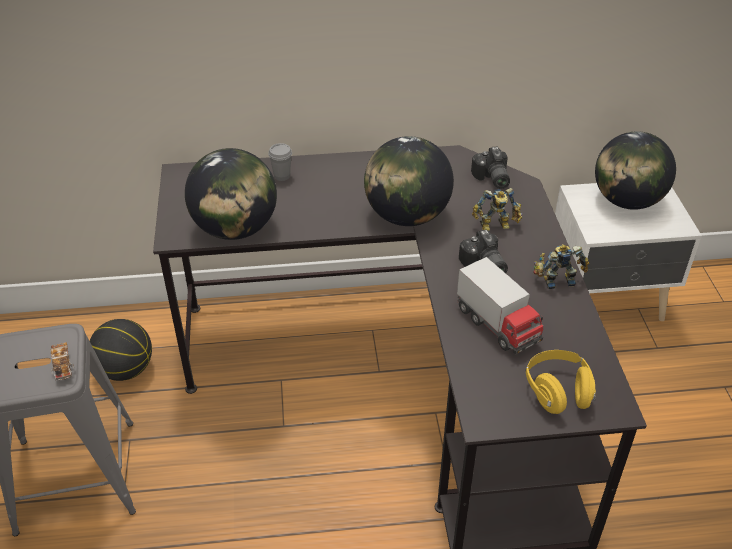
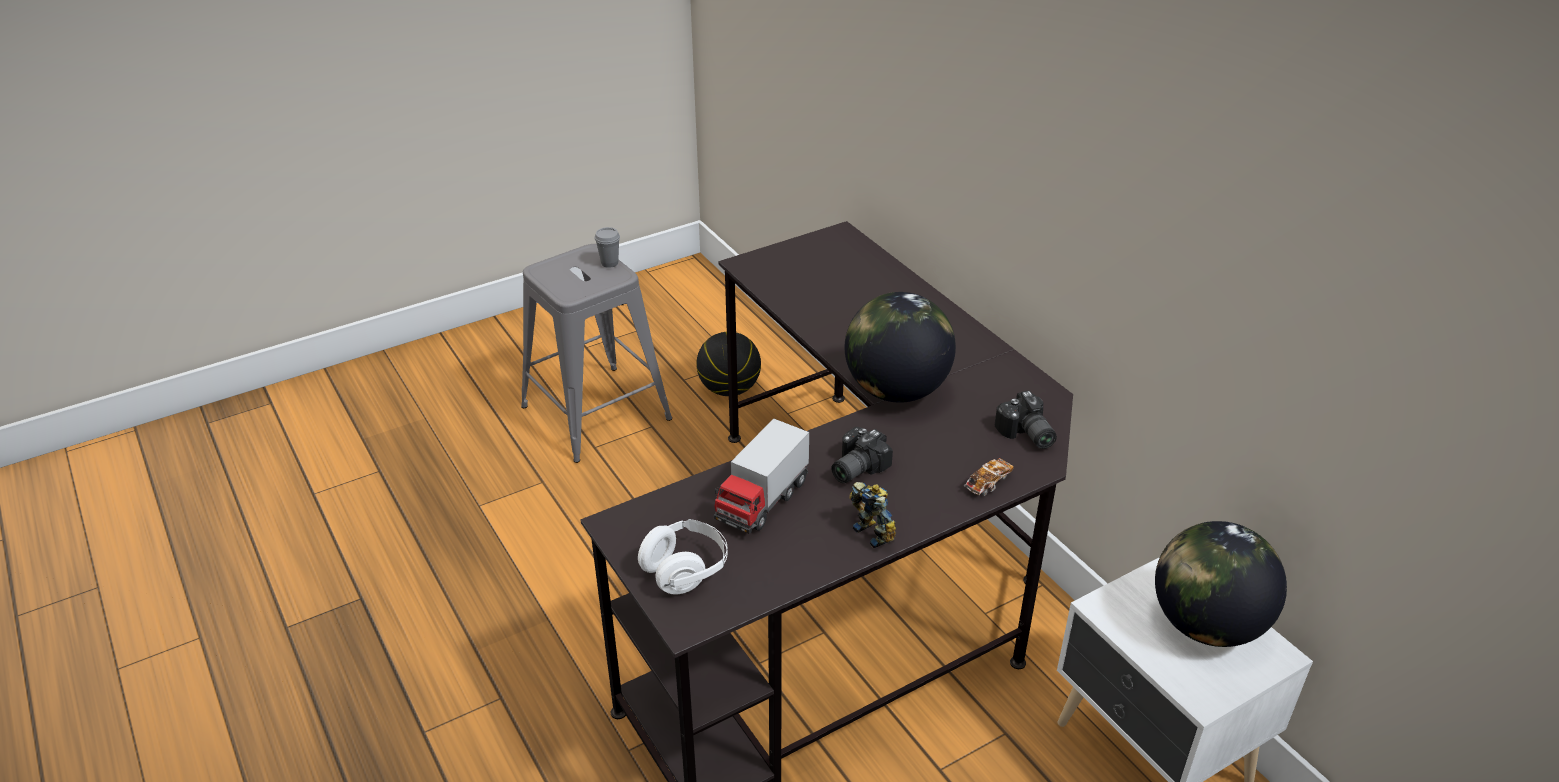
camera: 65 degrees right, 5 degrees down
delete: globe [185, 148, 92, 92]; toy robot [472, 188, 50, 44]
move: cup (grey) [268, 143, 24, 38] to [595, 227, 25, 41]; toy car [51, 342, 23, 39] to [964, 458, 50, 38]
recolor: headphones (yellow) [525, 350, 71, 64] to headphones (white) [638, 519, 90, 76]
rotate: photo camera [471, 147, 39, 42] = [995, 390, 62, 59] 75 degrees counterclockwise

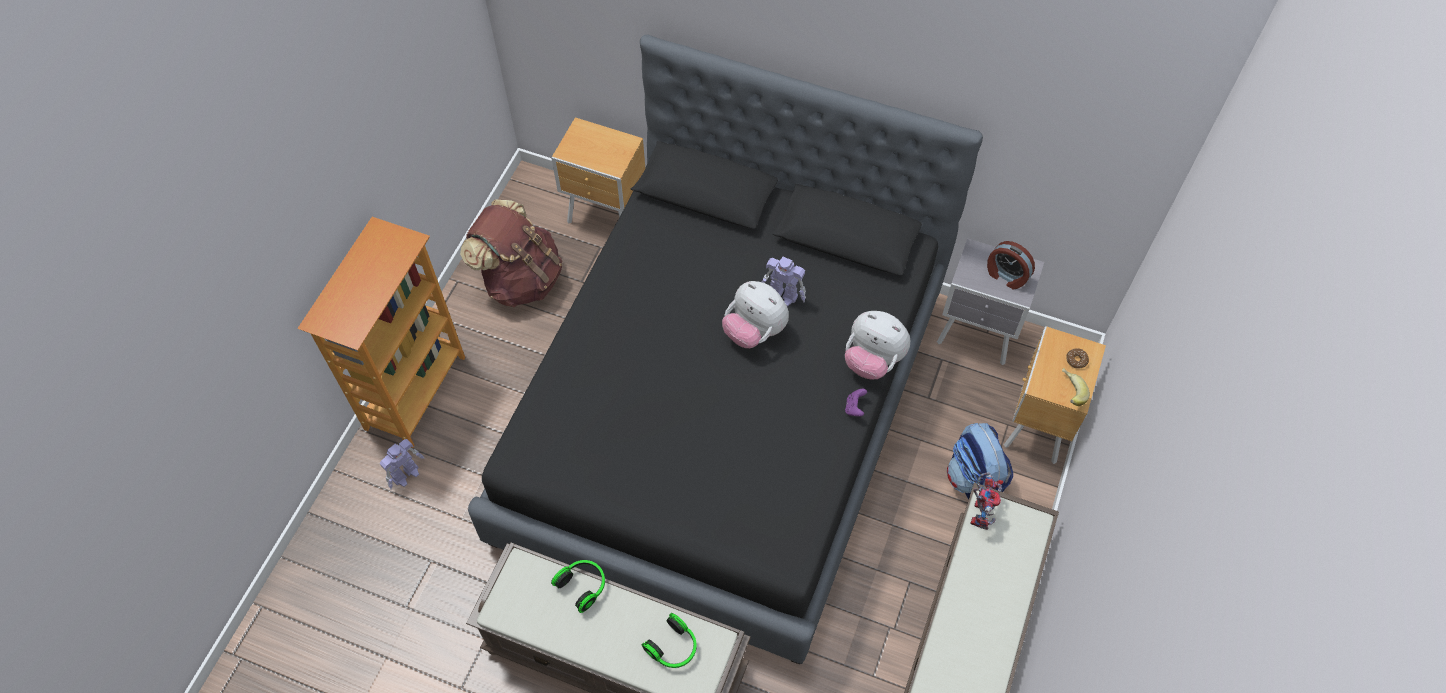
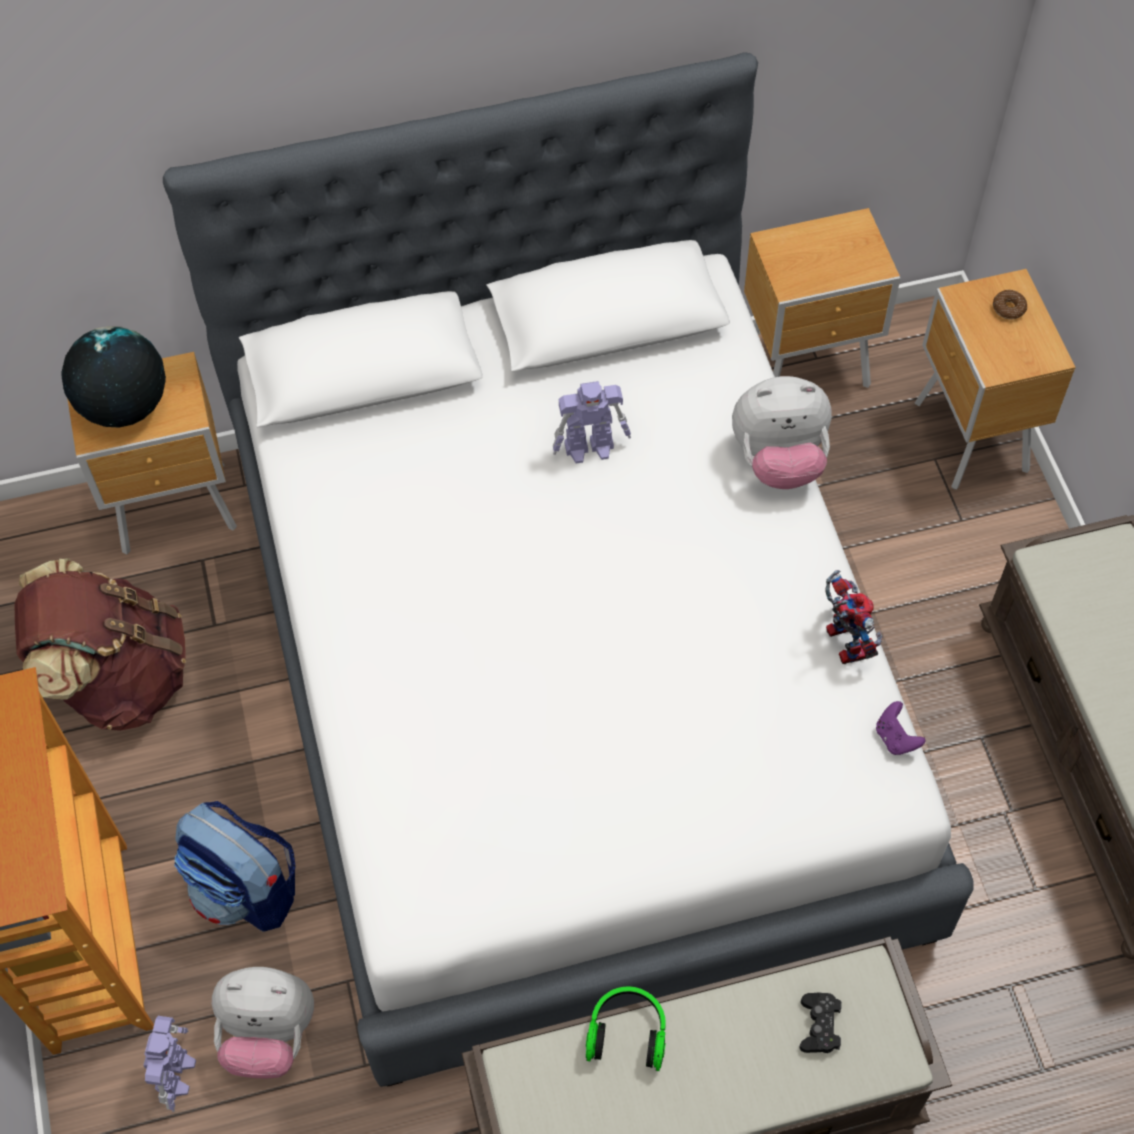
camera: 35 degrees left, 0 degrees up
delete: alarm clock [987, 241, 48, 48]; banana [1062, 368, 28, 38]
insert: globe [62, 326, 104, 101]
move: backpack [947, 423, 66, 77] to [174, 801, 122, 131]; plush toy [722, 281, 67, 67] to [212, 967, 102, 112]; toy robot [970, 472, 32, 58] to [825, 570, 58, 94]; game controller (purple) [845, 389, 22, 28] to [876, 701, 49, 54]
replace: headphones [642, 613, 55, 55] to game controller (black) [799, 992, 43, 61]
recolor: bed (black) [468, 34, 515, 631] to bed (white) [163, 52, 811, 1035]; nightstand (grey) [937, 238, 107, 127] to nightstand (brown) [744, 208, 157, 180]

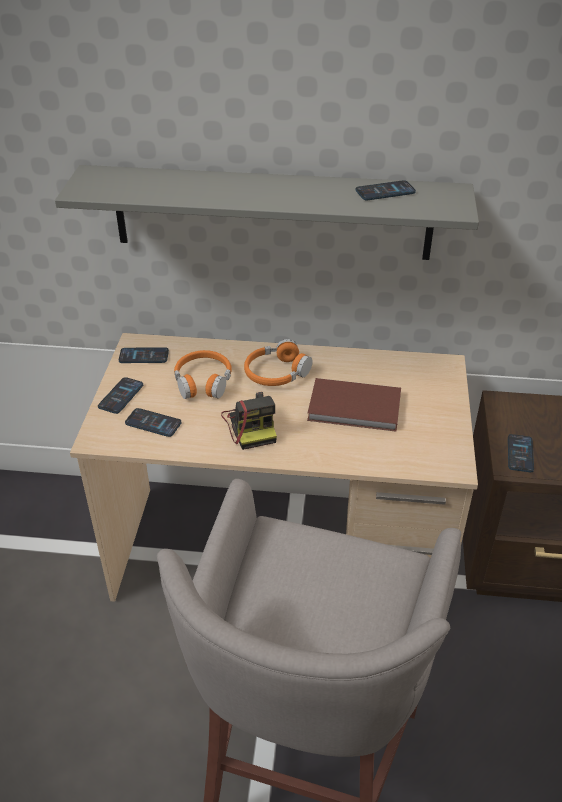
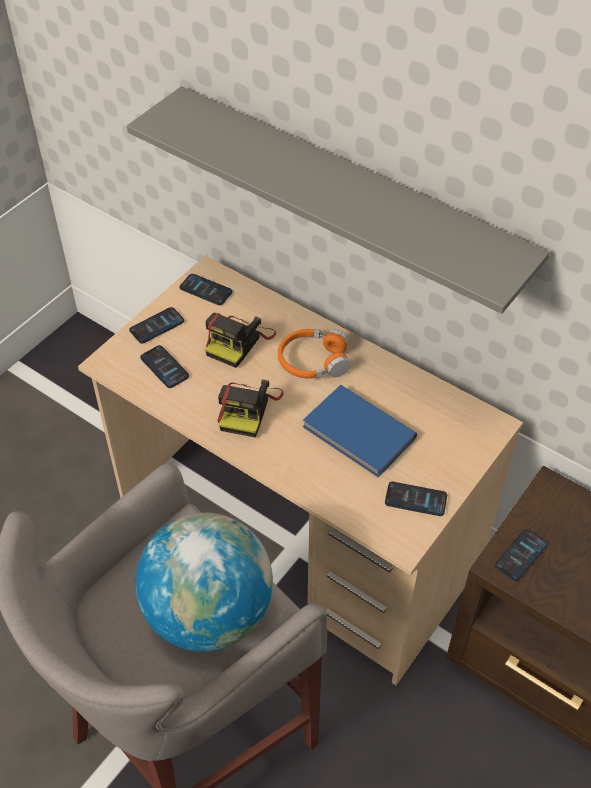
camera: 30 degrees right, 10 degrees up
insert: globe [136, 513, 137, 139]
move: phone [355, 180, 61, 20] to [385, 482, 62, 34]
replace: headphones (orange) [174, 350, 58, 49] to photo camera [205, 313, 71, 55]
recolor: book (brown) [307, 378, 94, 54] to book (blue) [303, 385, 114, 93]

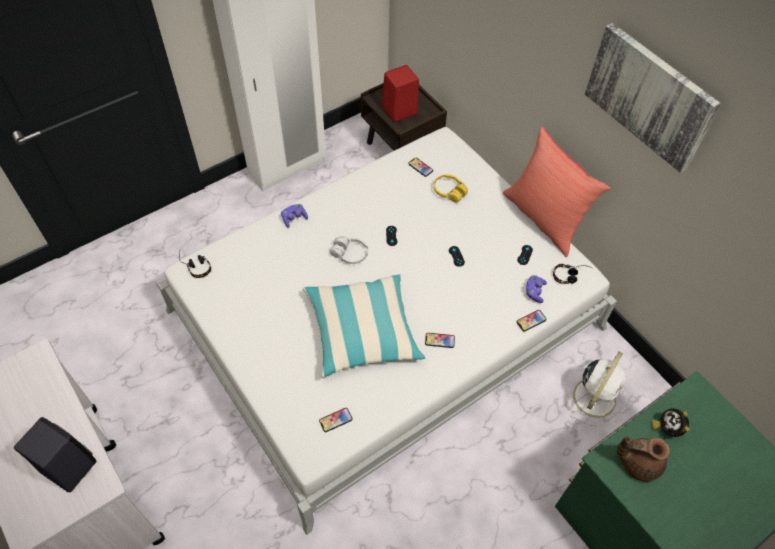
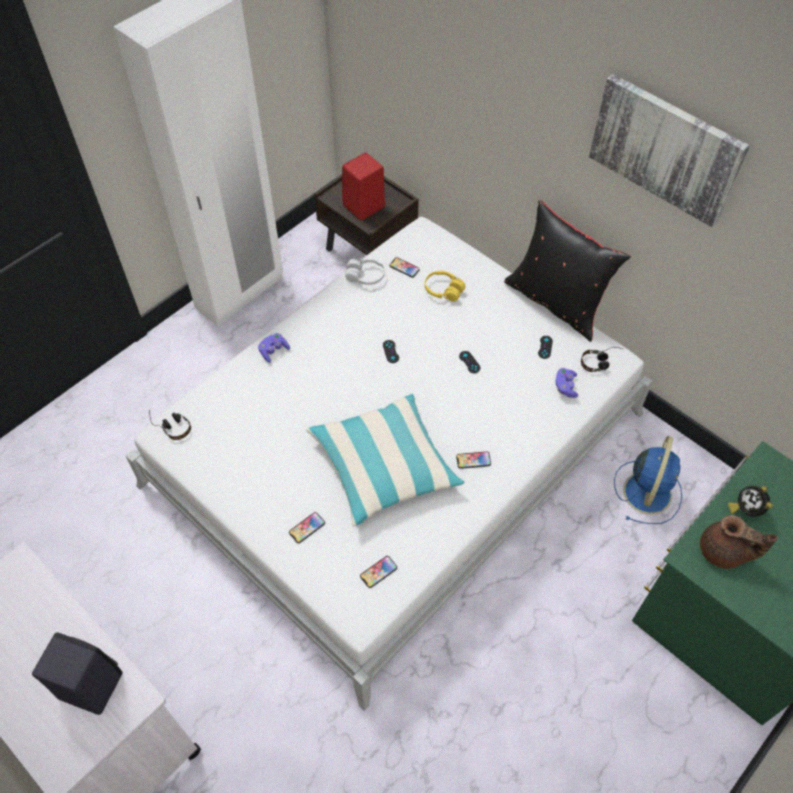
camera: 10 degrees left, 0 degrees up
move: phone [517, 310, 30, 21] to [289, 512, 36, 31]; headphones (white) [330, 236, 38, 28] to [345, 258, 40, 27]
recolor: pillow (red) [503, 127, 107, 130] to pillow (black) [504, 200, 127, 142]; fan (white) [566, 351, 60, 76] to fan (blue) [614, 436, 68, 88]
rotate: teapot (brown) [617, 436, 53, 46] = [700, 515, 78, 54] 150 degrees counterclockwise

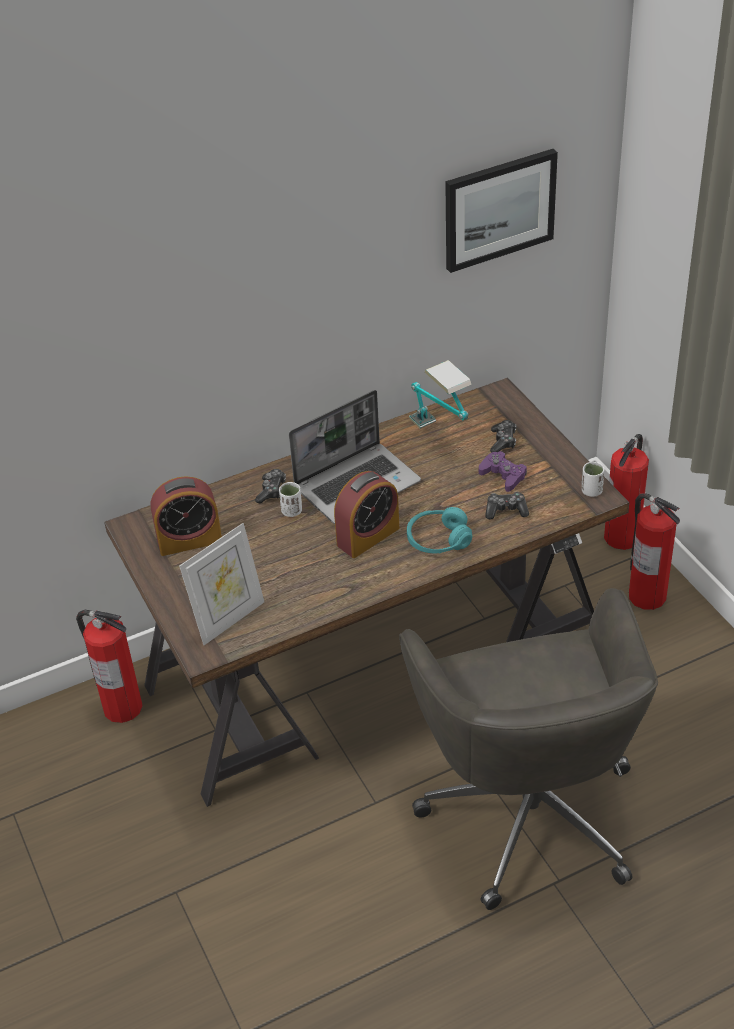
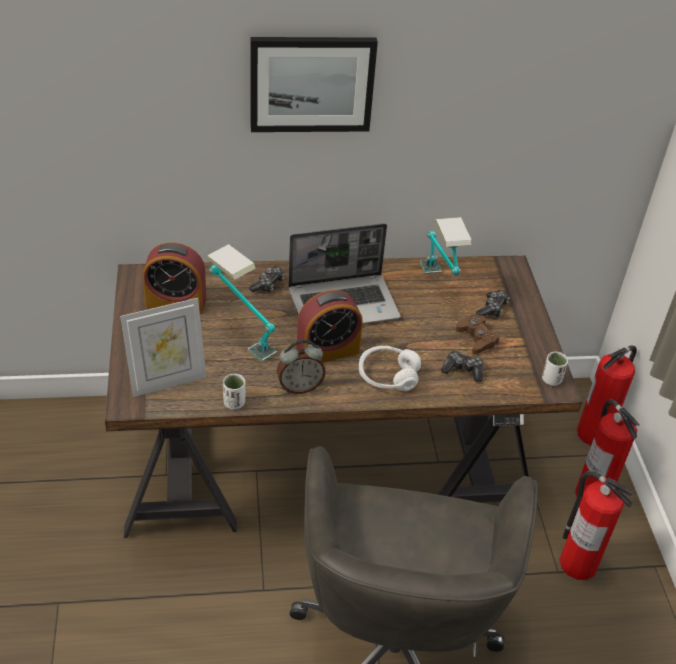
camera: 15 degrees right, 0 degrees up
insert: table lamp [206, 244, 71, 118]; alarm clock [277, 340, 49, 54]
move: cup (white) [279, 482, 23, 35] to [223, 374, 22, 35]; picture [445, 149, 113, 124] to [251, 37, 127, 95]; fire extinguisher [76, 610, 67, 113] to [560, 471, 74, 109]
recolor: headphones (turquoise) [407, 507, 65, 47] to headphones (white) [359, 346, 62, 45]; game controller (purple) [479, 451, 48, 41] to game controller (brown) [456, 314, 44, 40]

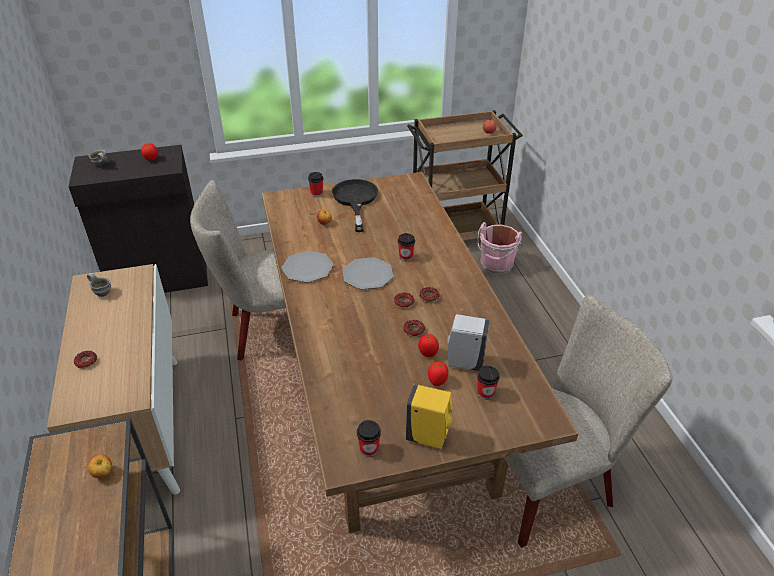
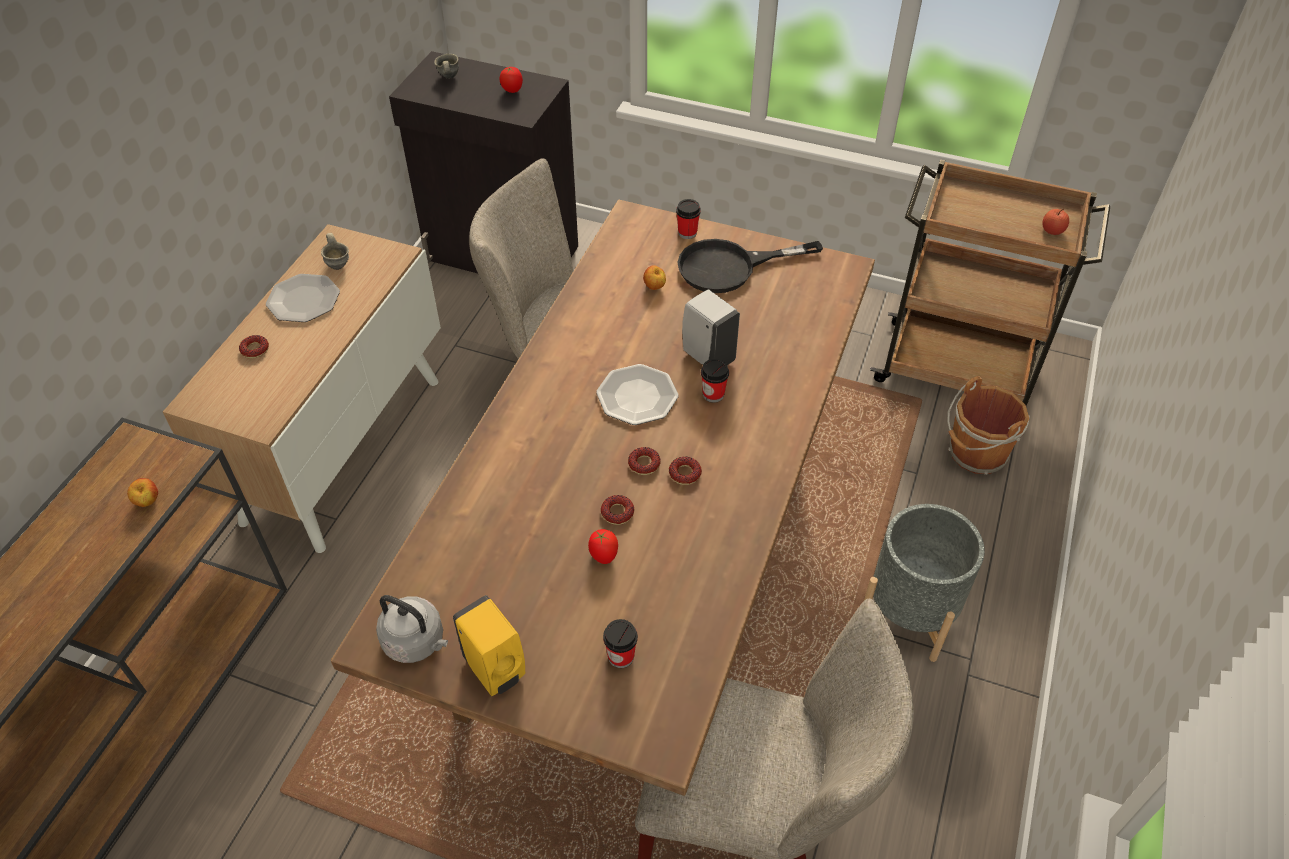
camera: 35 degrees right, 10 degrees up
delete: tomato [428, 361, 20, 25]
insert: planter (grey) [864, 504, 121, 158]
move: plate [281, 251, 52, 32] to [266, 274, 74, 48]; soap dispenser (white) [447, 314, 42, 57] to [682, 289, 58, 76]
replace: cup [357, 420, 24, 37] to kettle (grey) [376, 595, 72, 68]
recolor: bucket (pink) [477, 222, 45, 52] to bucket (brown) [947, 376, 83, 99]
rotate: frying pan (black) [332, 179, 46, 53] = [677, 239, 146, 54] 135 degrees counterclockwise

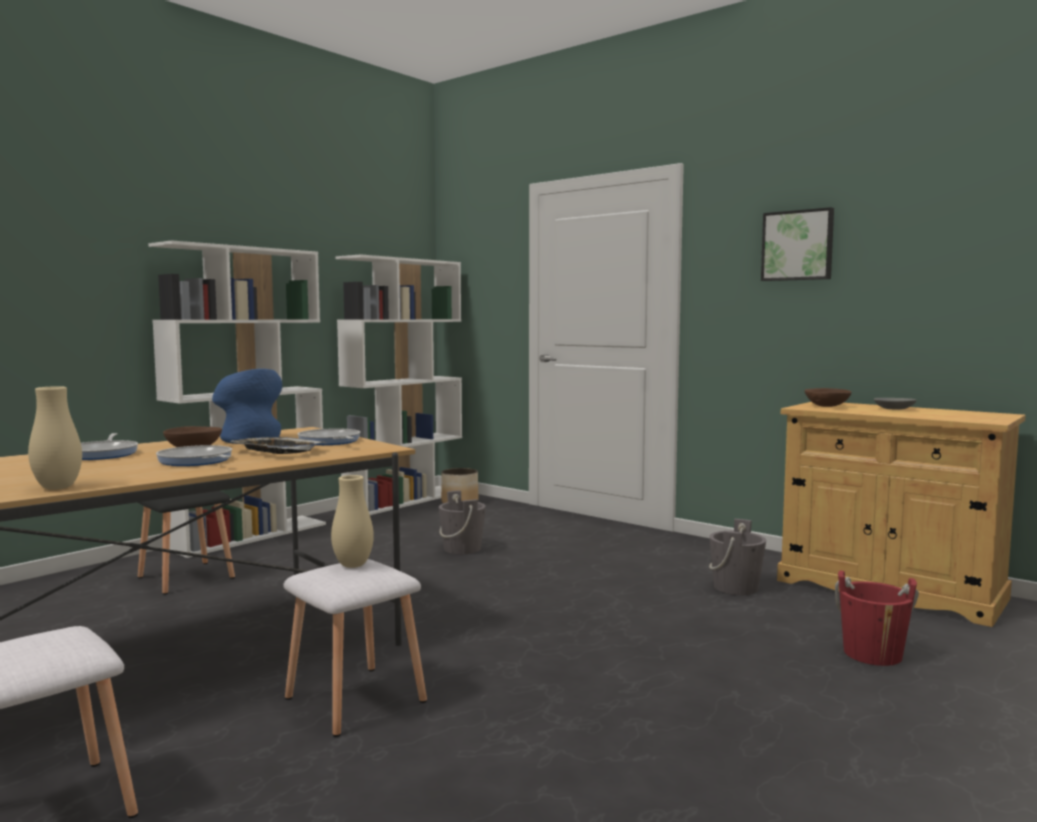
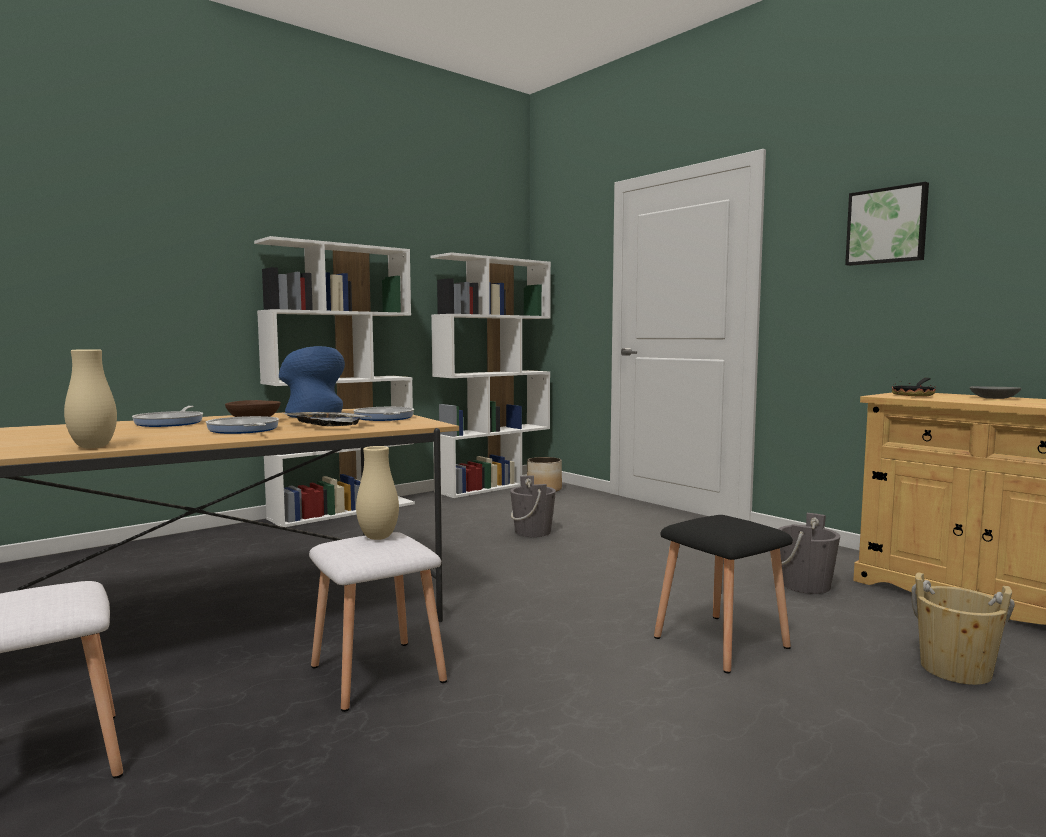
camera: 10 degrees right, 0 degrees up
move: stool (black) [137, 491, 98, 104] to [654, 515, 139, 158]
replace: bowl (brown) [804, 388, 47, 19] to frying pan [892, 377, 44, 20]
recolor: bucket (red) [835, 570, 84, 96] to bucket (beige) [911, 572, 104, 113]

